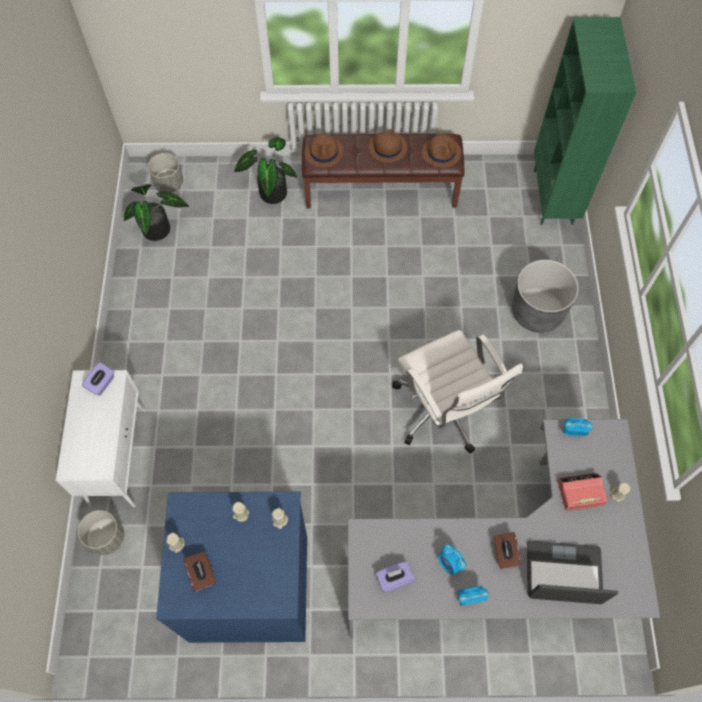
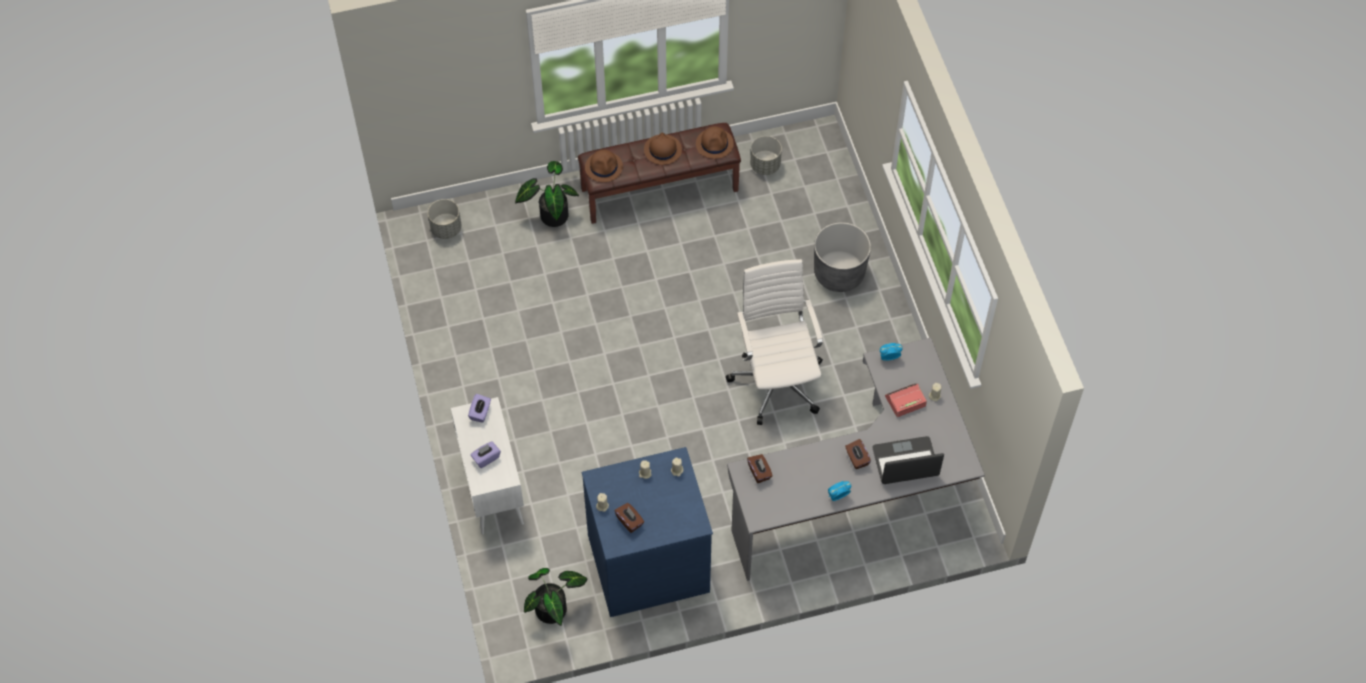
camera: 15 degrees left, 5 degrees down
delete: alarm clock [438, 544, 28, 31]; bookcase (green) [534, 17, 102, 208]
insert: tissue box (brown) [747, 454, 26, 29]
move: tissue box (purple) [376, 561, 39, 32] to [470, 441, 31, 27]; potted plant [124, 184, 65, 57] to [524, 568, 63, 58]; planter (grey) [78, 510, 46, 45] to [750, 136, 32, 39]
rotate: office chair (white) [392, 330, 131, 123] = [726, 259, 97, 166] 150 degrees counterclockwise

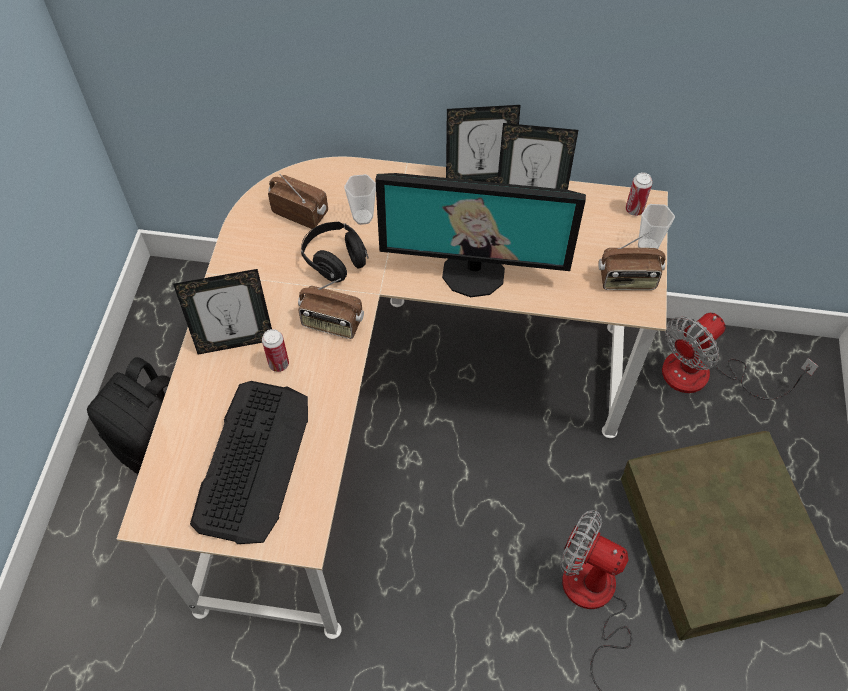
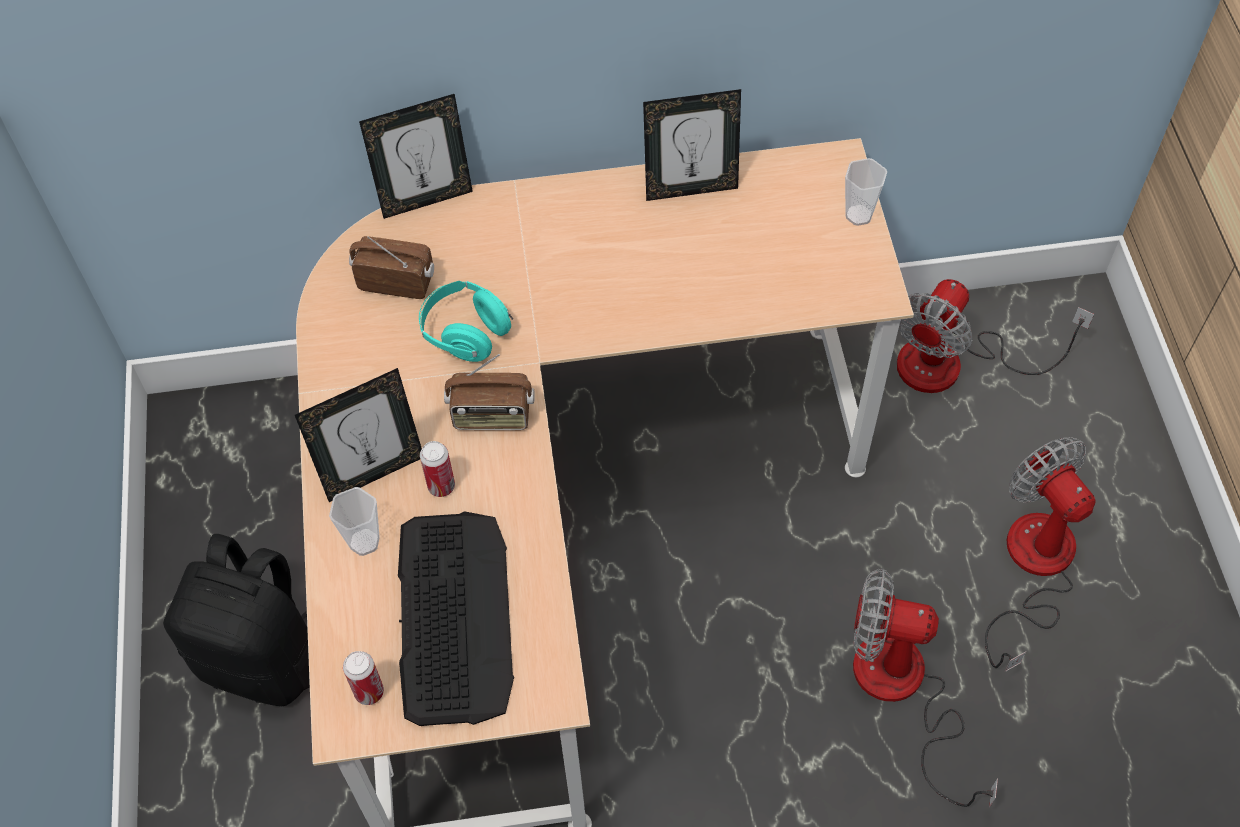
camera: 15 degrees left, 0 degrees up
delete: monitor [375, 173, 211, 124]; radio [599, 232, 67, 58]
move: cup [344, 174, 32, 51] to [329, 487, 51, 69]; can [626, 172, 27, 44] to [343, 651, 41, 54]; picture frame [446, 105, 75, 78] to [359, 94, 114, 125]
replace: storage box (brown) [621, 431, 223, 210] to fan [985, 437, 111, 235]
recolor: headphones (black) [301, 222, 67, 61] to headphones (turquoise) [419, 281, 94, 81]

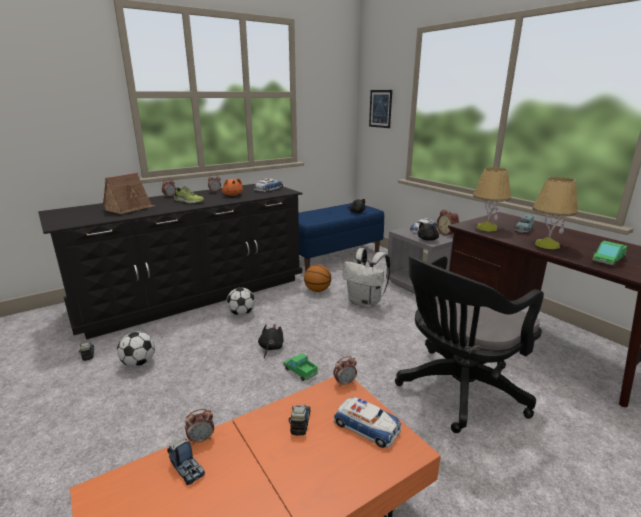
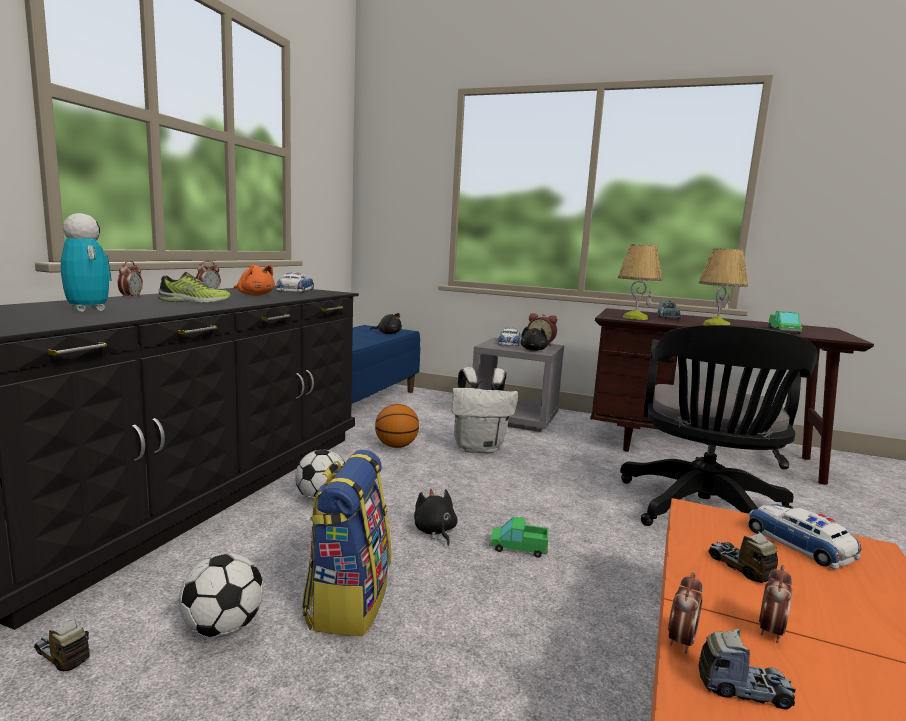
camera: 35 degrees left, 10 degrees down
delete: picture [369, 90, 23, 38]
insert: backpack [302, 450, 89, 187]
move: alarm clock [333, 356, 24, 31] to [759, 565, 33, 78]
replace: toy house [103, 173, 52, 41] to toy robot [61, 213, 51, 99]
rotate: toy car [333, 397, 68, 51] = [747, 504, 115, 66] 120 degrees counterclockwise

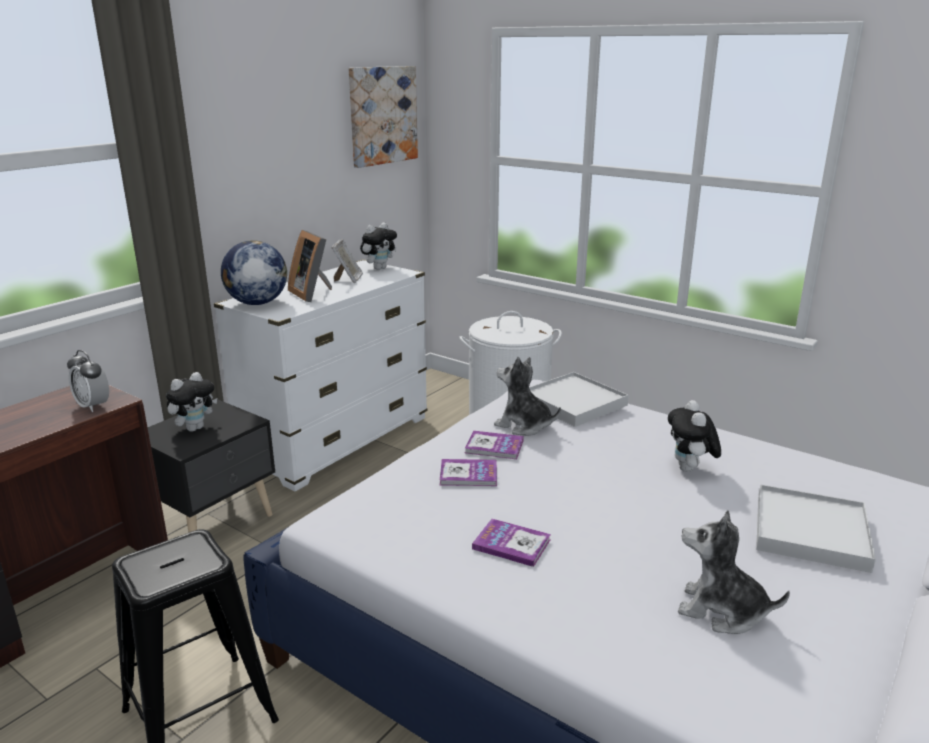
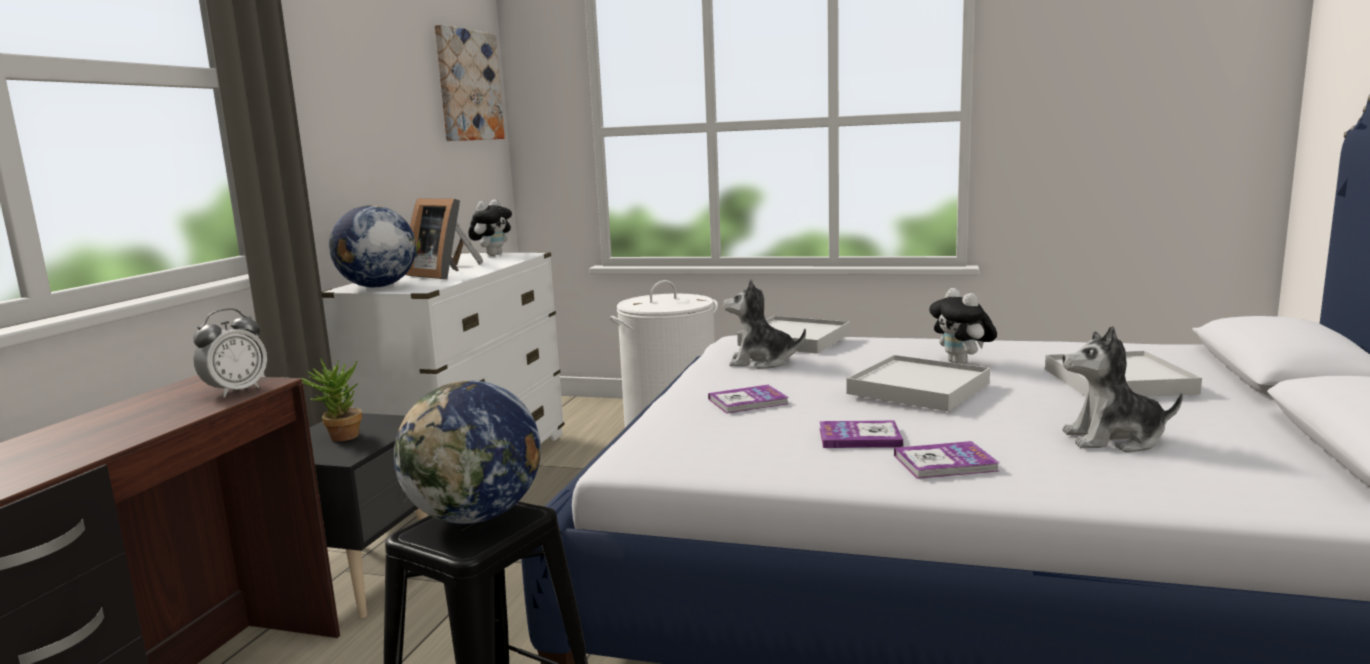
camera: 20 degrees left, 10 degrees down
insert: globe [394, 380, 147, 144]; tray (white) [846, 355, 144, 56]
move: book [465, 431, 59, 28] to [894, 441, 105, 38]
replace: plush toy [166, 372, 51, 60] to potted plant [301, 358, 61, 83]
rotate: alarm clock [67, 350, 42, 62] = [194, 308, 73, 89] 75 degrees counterclockwise

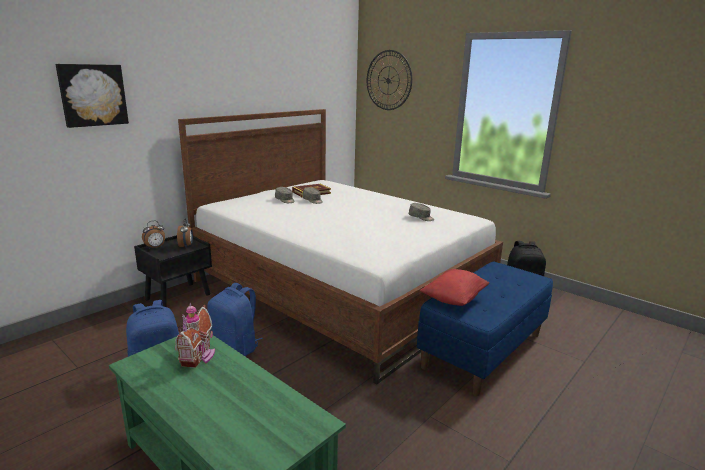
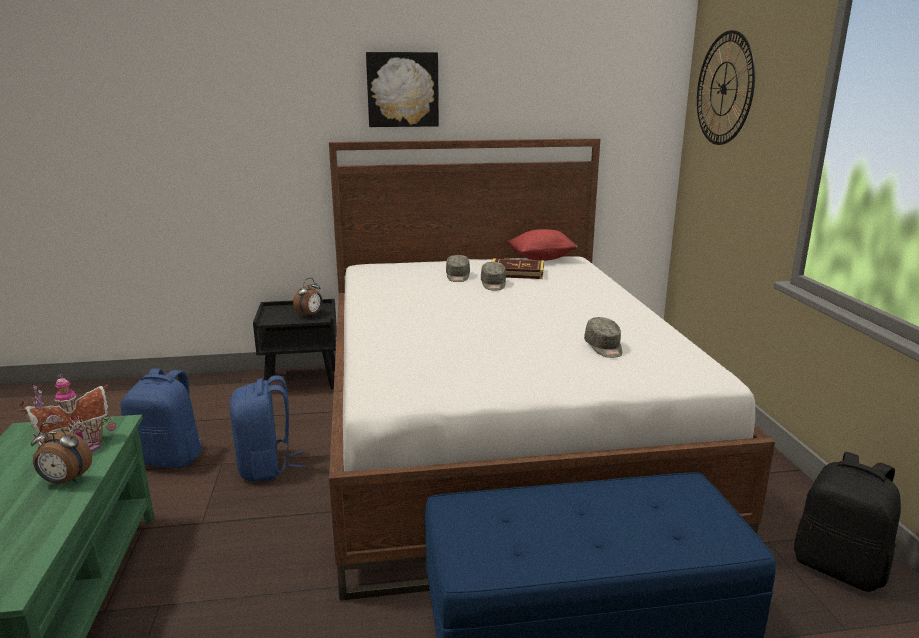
camera: 40 degrees right, 0 degrees up
move: alarm clock [142, 221, 23, 27] to [31, 422, 61, 62]; picture [55, 64, 74, 64] to [366, 52, 73, 75]; pillow (red) [420, 269, 69, 37] to [507, 229, 71, 32]

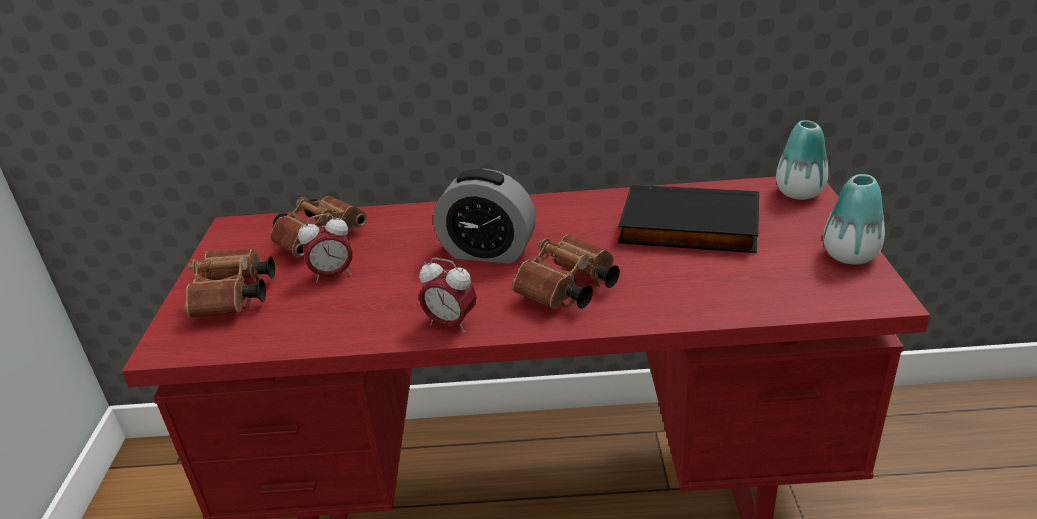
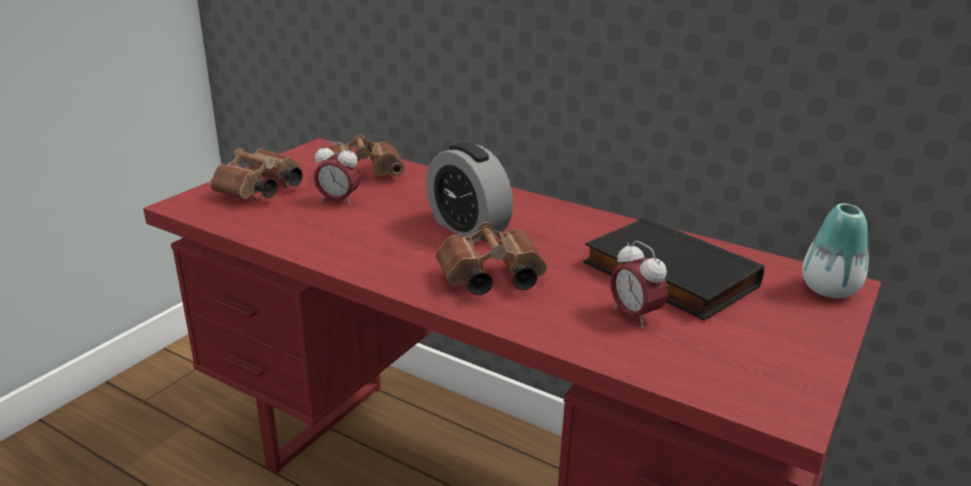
camera: 30 degrees right, 5 degrees down
delete: vase [823, 174, 62, 91]
move: alarm clock [419, 258, 57, 75] to [610, 241, 58, 87]

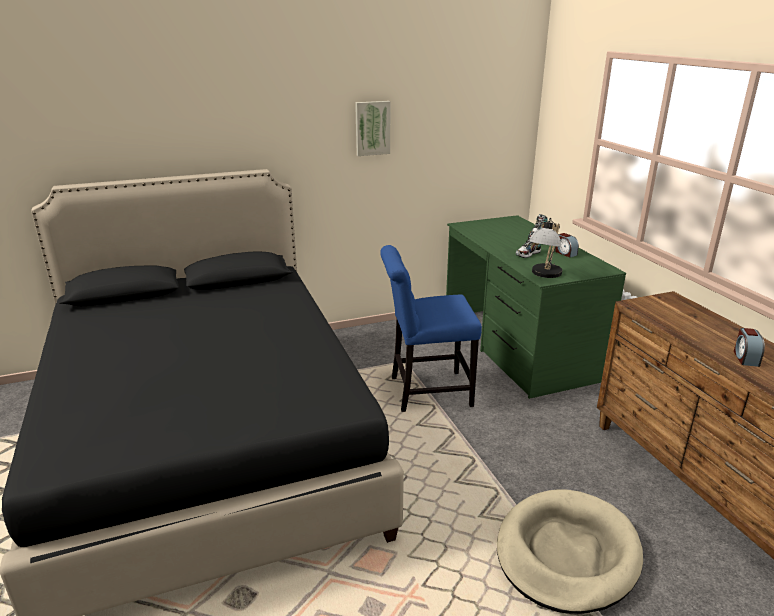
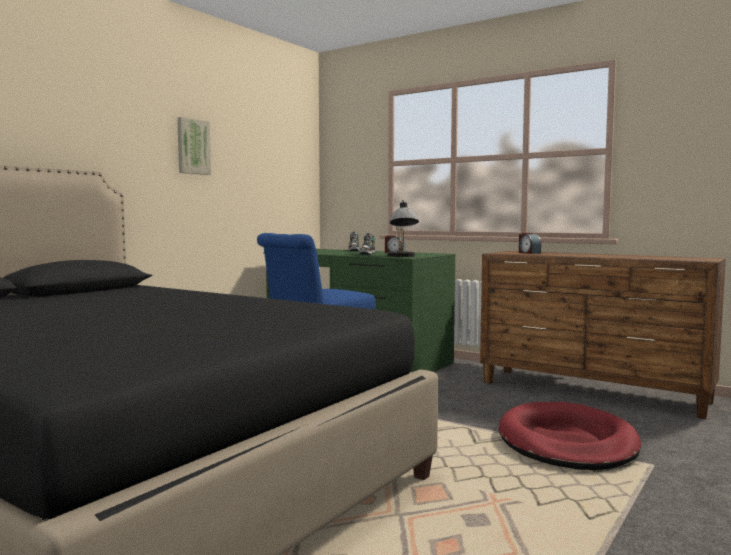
camera: 35 degrees left, 20 degrees down
move: alarm clock [734, 328, 31, 39] to [519, 233, 22, 21]
recolor: dog bed (beige) [497, 489, 146, 125] to dog bed (red) [499, 402, 142, 68]

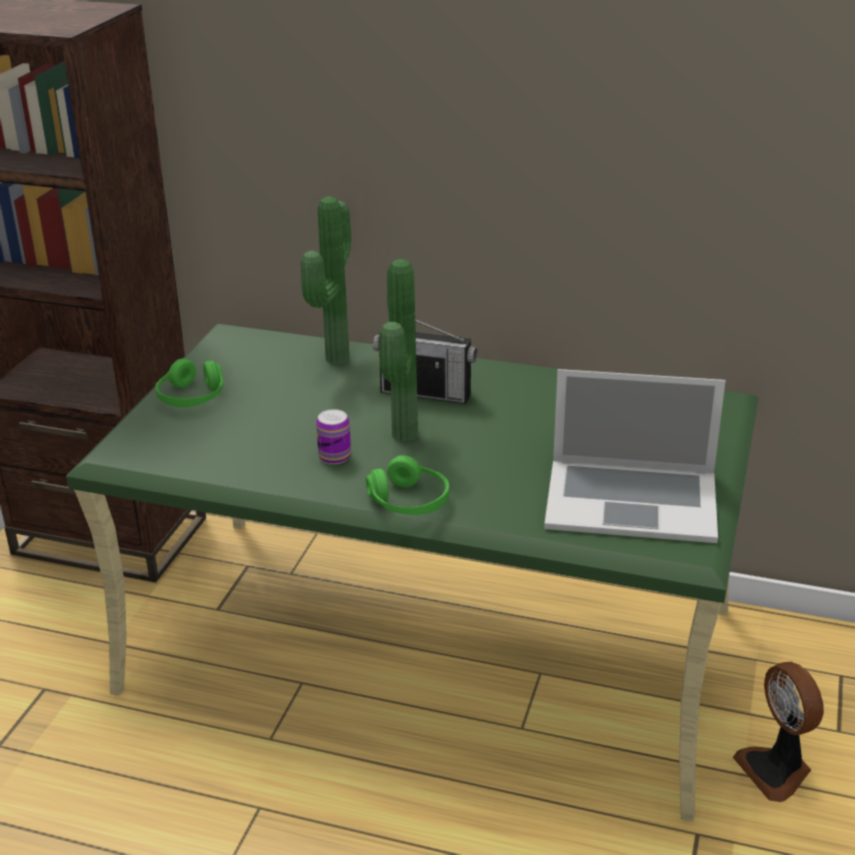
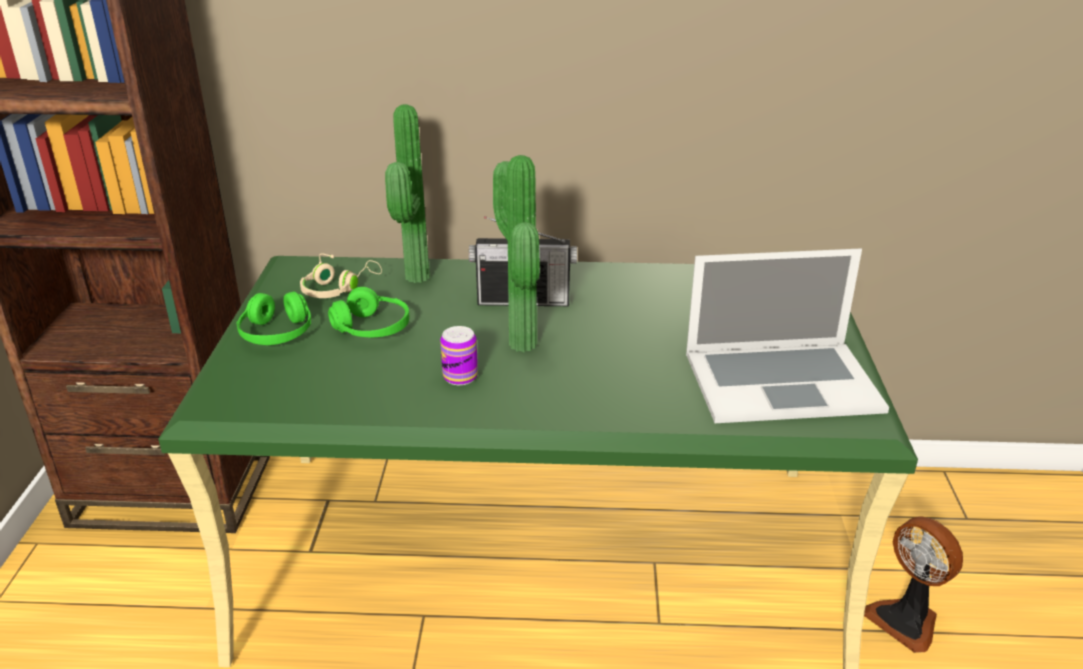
camera: 15 degrees left, 0 degrees up
insert: headphones (beige) [300, 253, 82, 45]
move: headphones (green) [366, 455, 83, 60] to [328, 287, 82, 50]

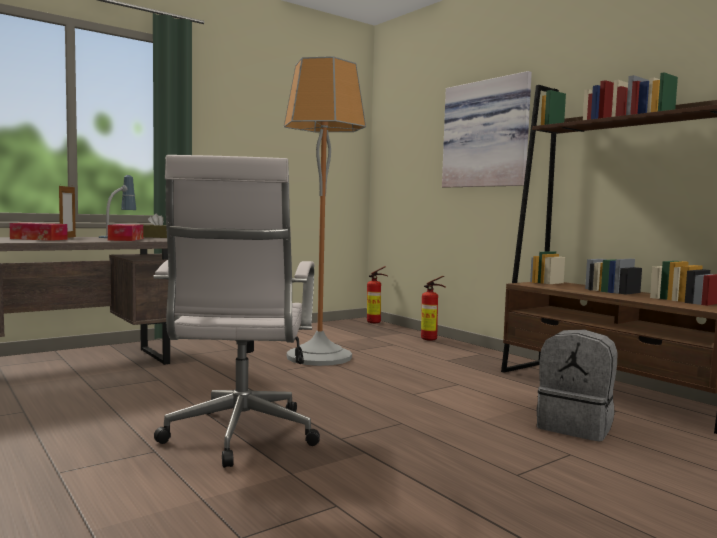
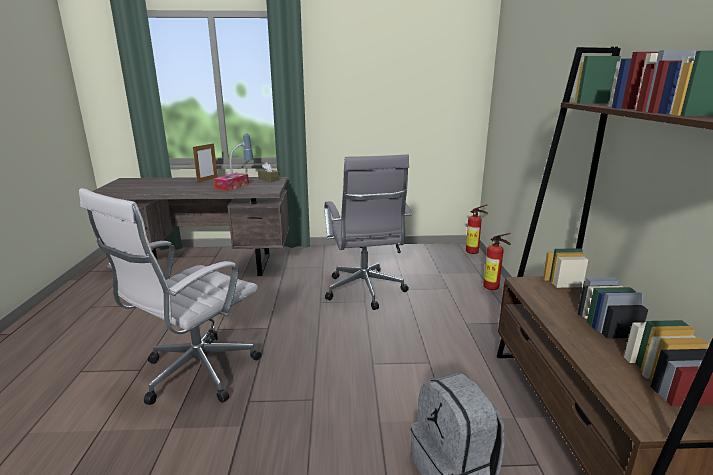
camera: 35 degrees right, 15 degrees up
delete: tissue box [9, 223, 59, 18]; picture [442, 71, 90, 117]
replace: floor lamp [284, 56, 82, 310] to office chair (grey) [325, 154, 87, 156]

